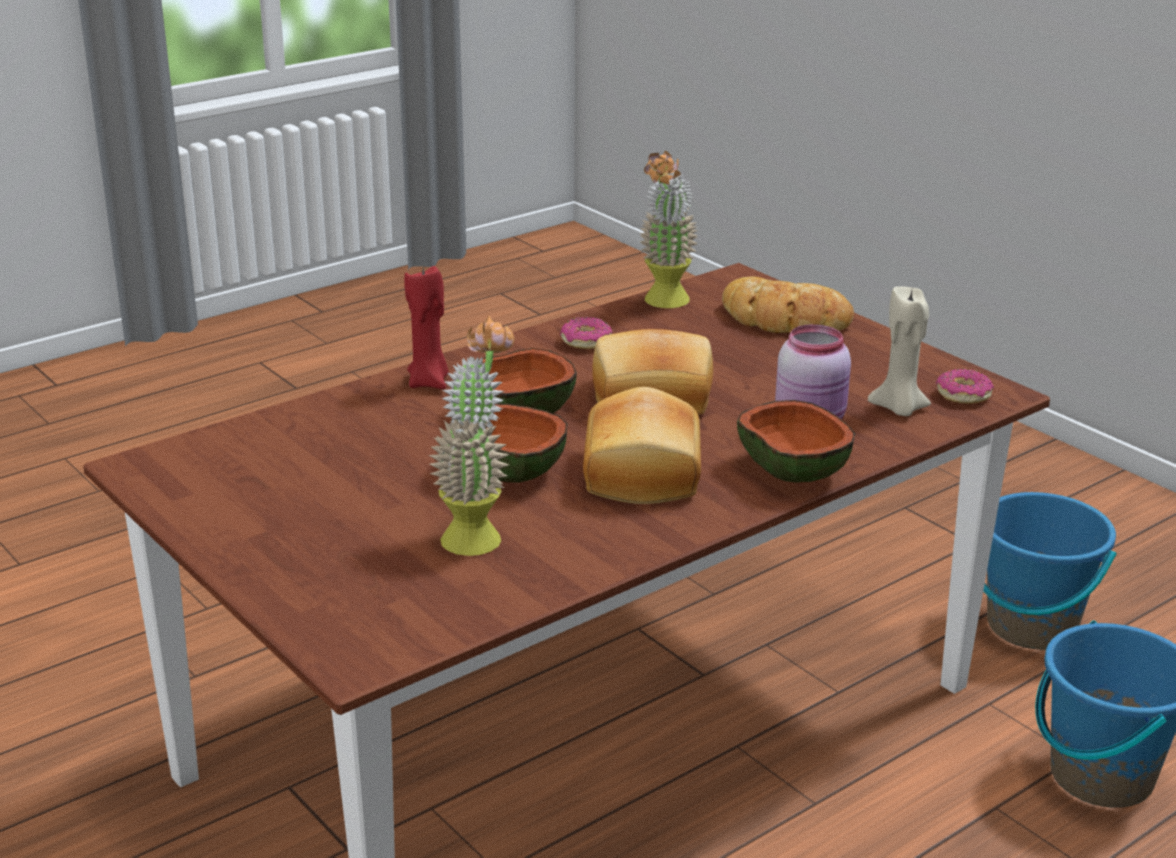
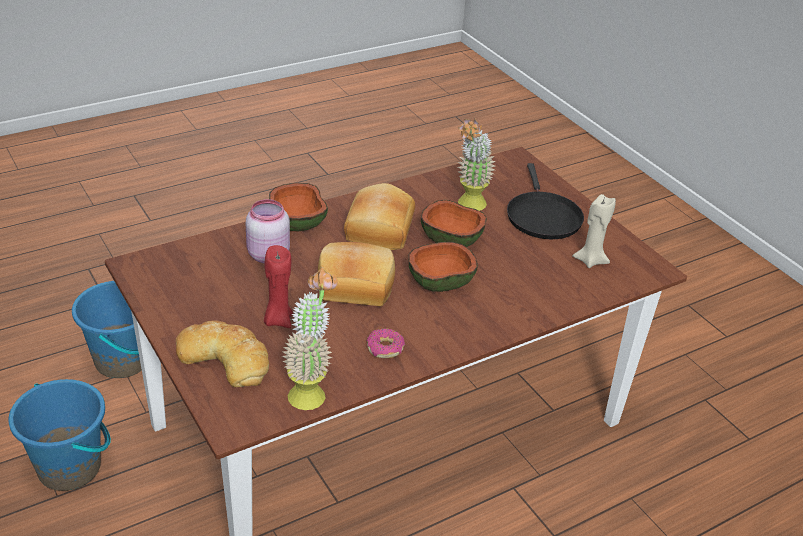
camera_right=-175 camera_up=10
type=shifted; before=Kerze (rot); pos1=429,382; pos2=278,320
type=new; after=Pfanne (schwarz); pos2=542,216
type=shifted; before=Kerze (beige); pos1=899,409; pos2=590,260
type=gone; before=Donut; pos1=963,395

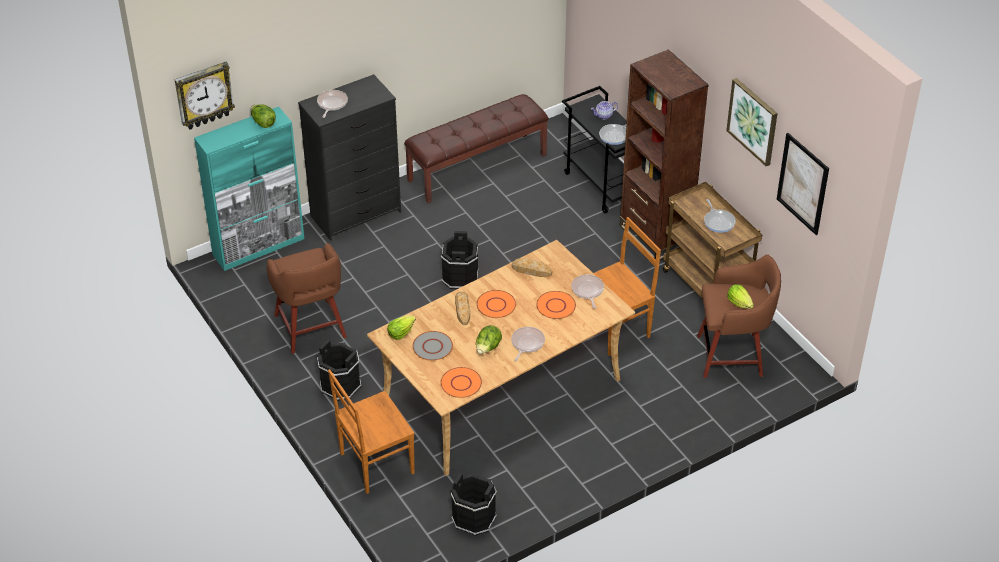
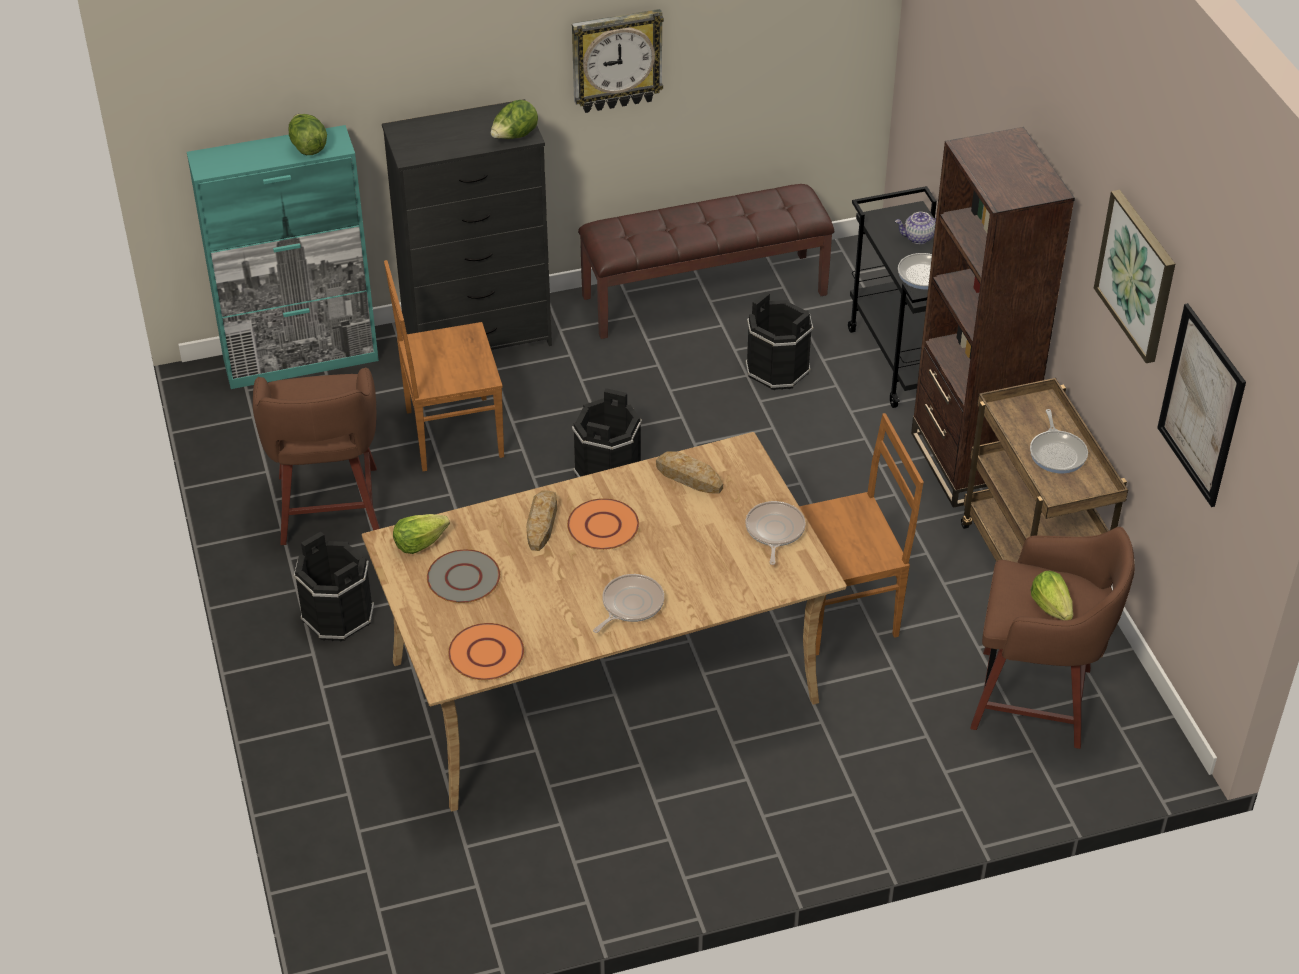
camera_right=15 camera_up=0
type=shifted; before=Stuhl (braun); pos1=374,464; pos2=450,434
type=shifted; before=Salatkopf; pos1=488,348; pos2=514,137
type=shifted; before=Wanduhr; pos1=204,95; pos2=616,60
type=shifted; before=Eimer (schwarz); pos1=474,518; pos2=778,369
type=gone; before=Pfanne; pos1=331,104
type=gone; before=Teller (orange); pos1=555,306

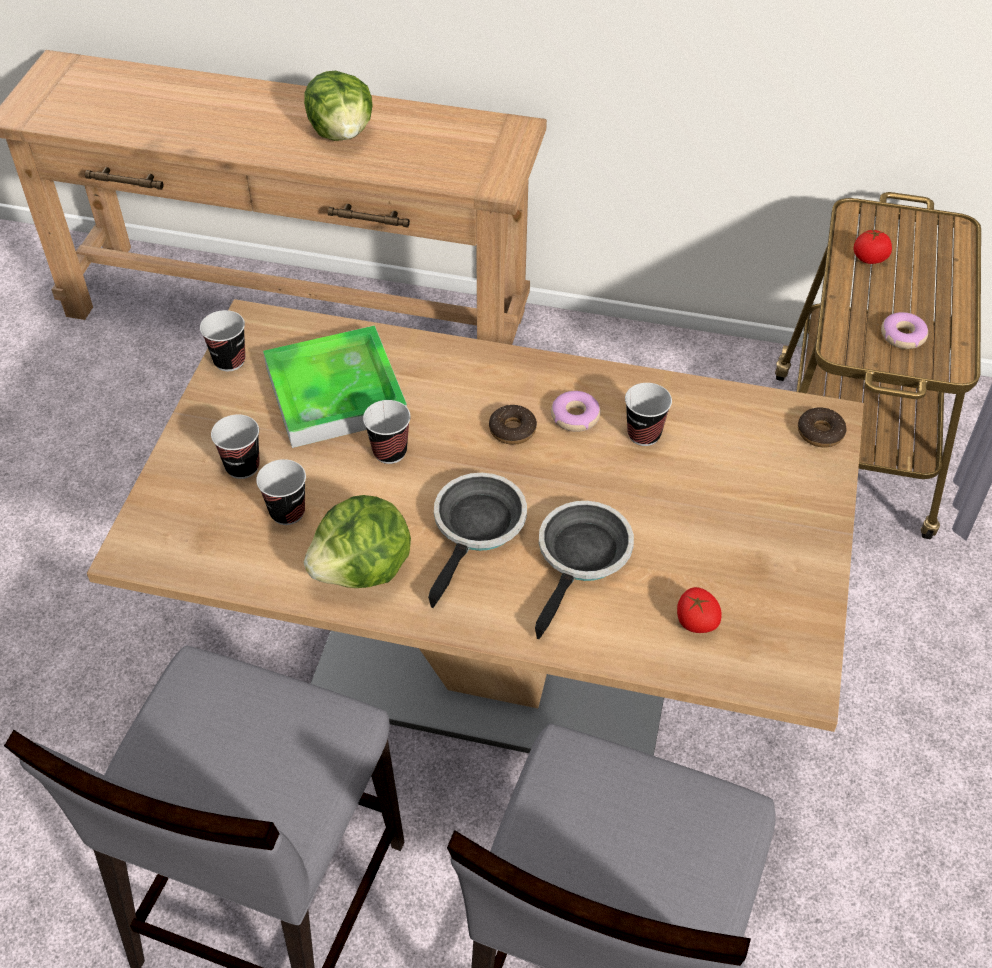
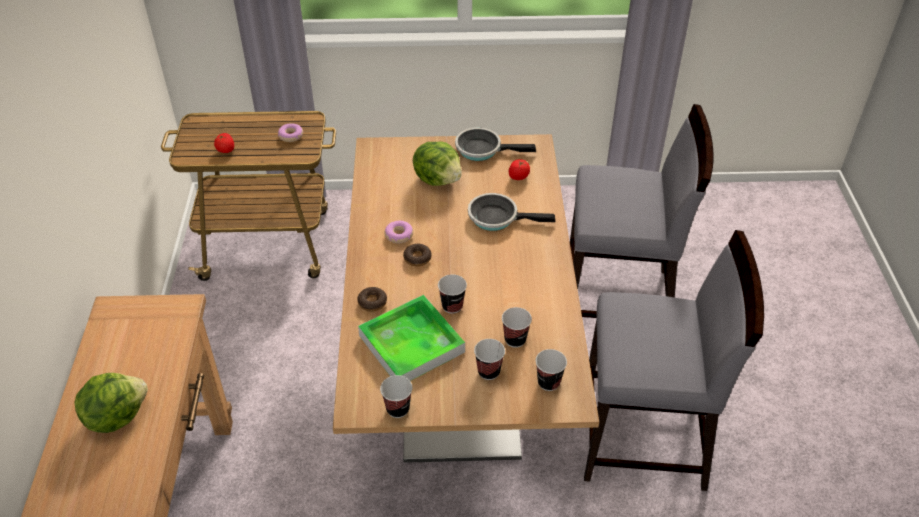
camera_right=-105 camera_up=-5
type=shifted; before=Donut; pos1=820,433; pos2=372,302
type=shifted; before=Salatkopf; pos1=364,570; pos2=438,179
type=shifted; before=Pfanne; pos1=477,528; pos2=482,149
type=shifted; before=Tasse; pos1=644,434; pos2=548,382

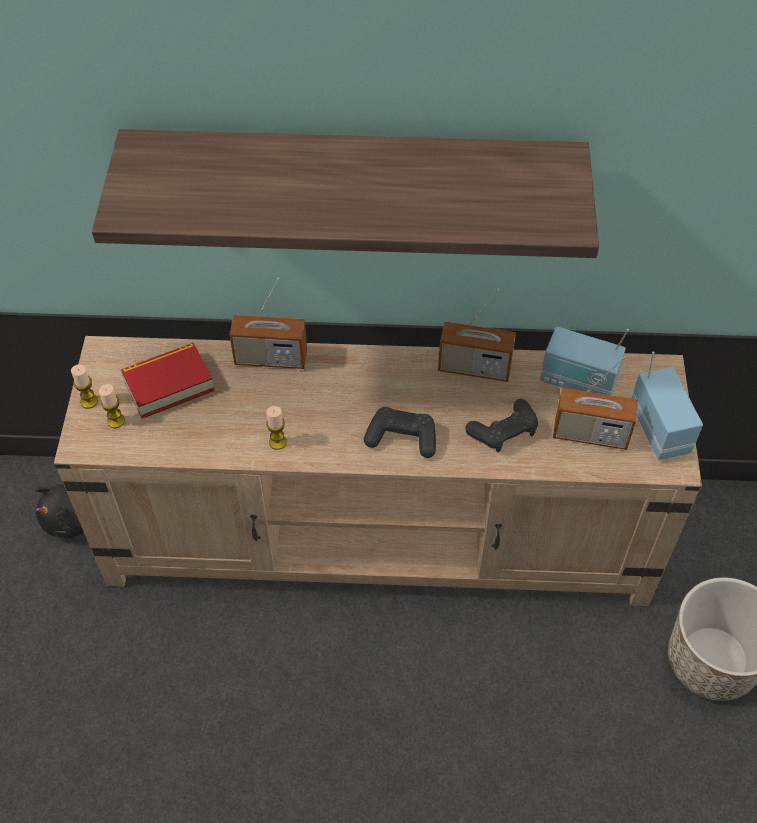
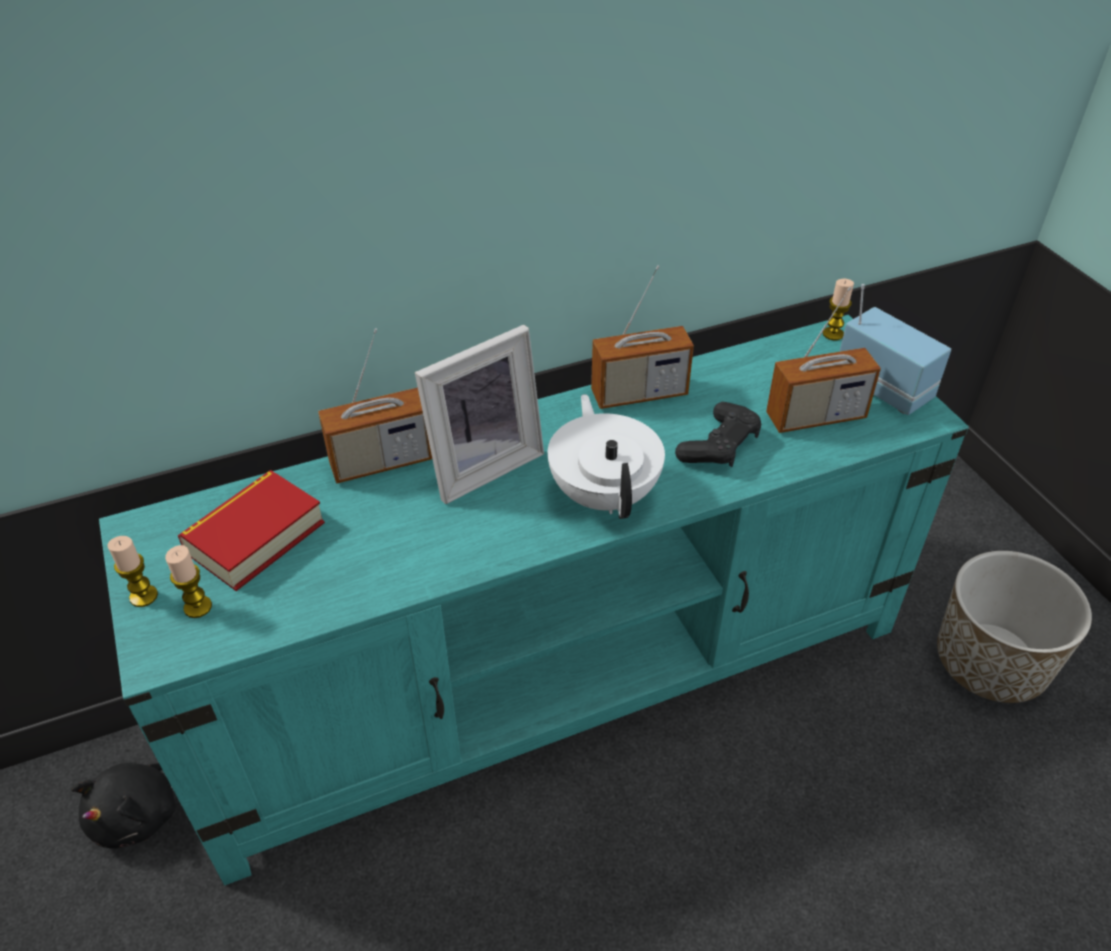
camera_right=-25 camera_up=-10
type=repainted; before=Fernsehschrank (beige); after=Fernsehschrank (türkis); pos1=381,535; pos2=557,674
type=new; after=Bilderrahmen; pos2=481,464
type=swapped; before=Gamepad (schwarz); after=Teekanne (weiß); pos1=402,438; pos2=605,493
type=shifted; before=Kerze; pos1=277,442; pos2=833,334
type=gone; before=Wandregal; pos1=353,179
type=gone; before=Radio; pos1=577,382

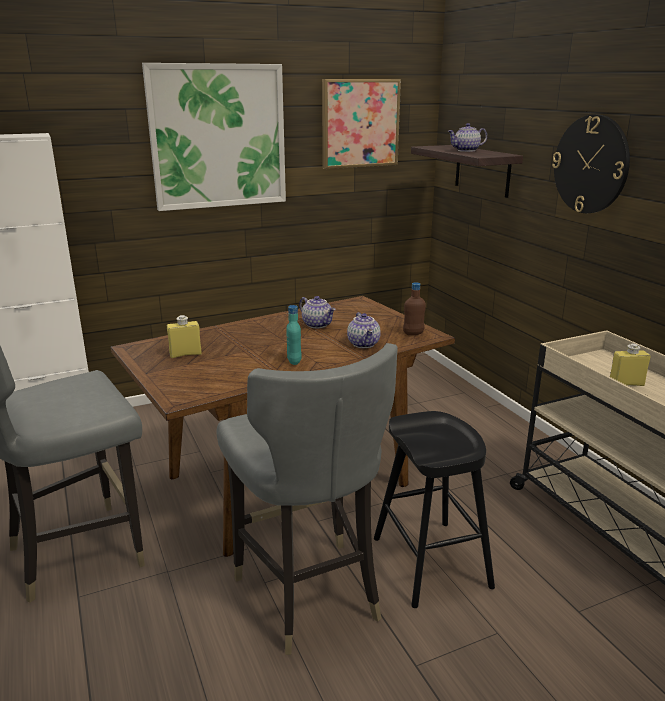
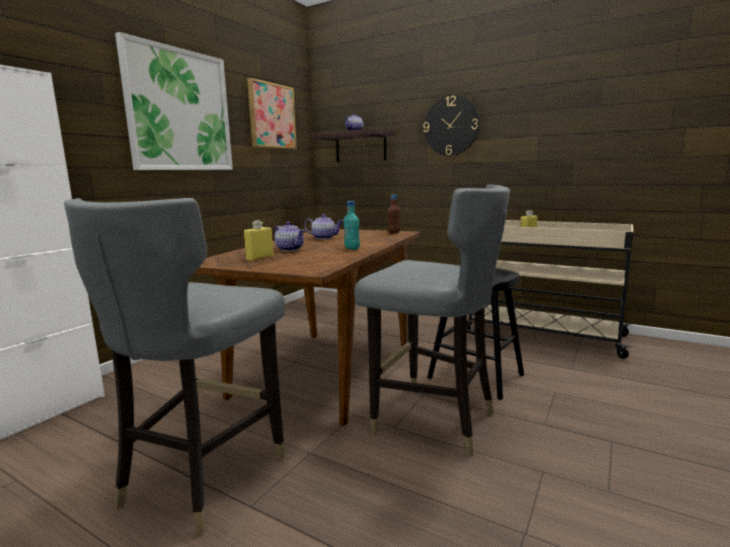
camera_right=-35 camera_up=-10
type=shifted; before=Teekanne; pos1=364,344; pos2=290,249

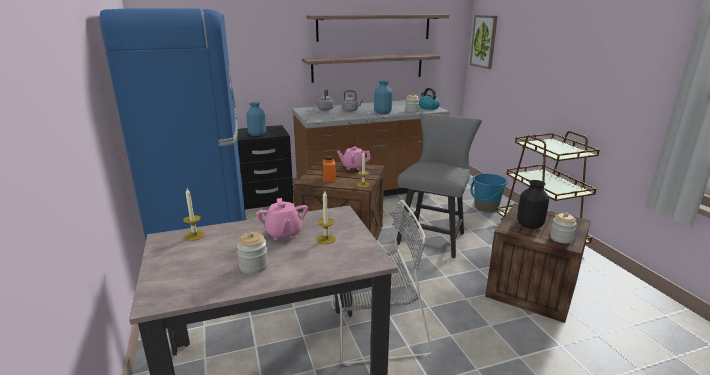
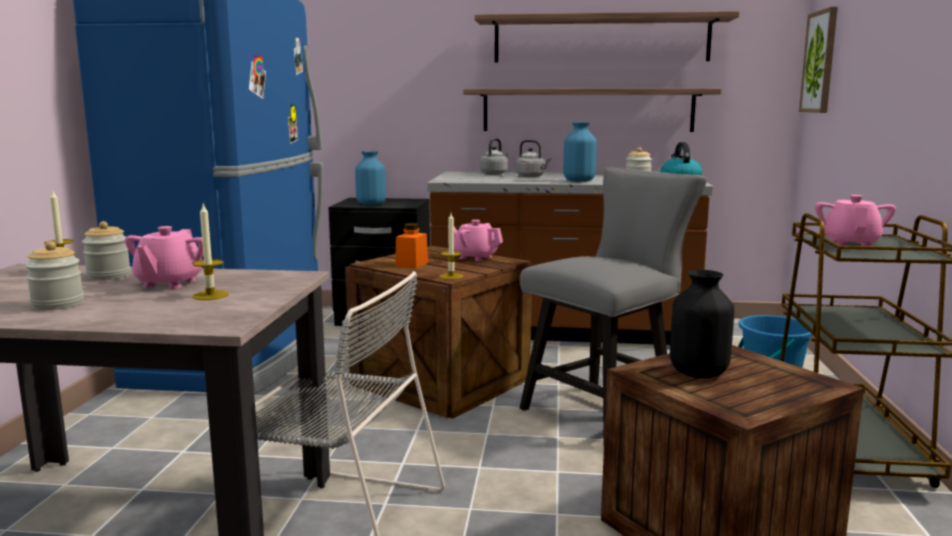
camera_right=25 camera_up=-10
type=shifted; before=Vorratsglas; pos1=561,238; pos2=109,276
type=new; after=Teekanne (rosa); pos2=851,244

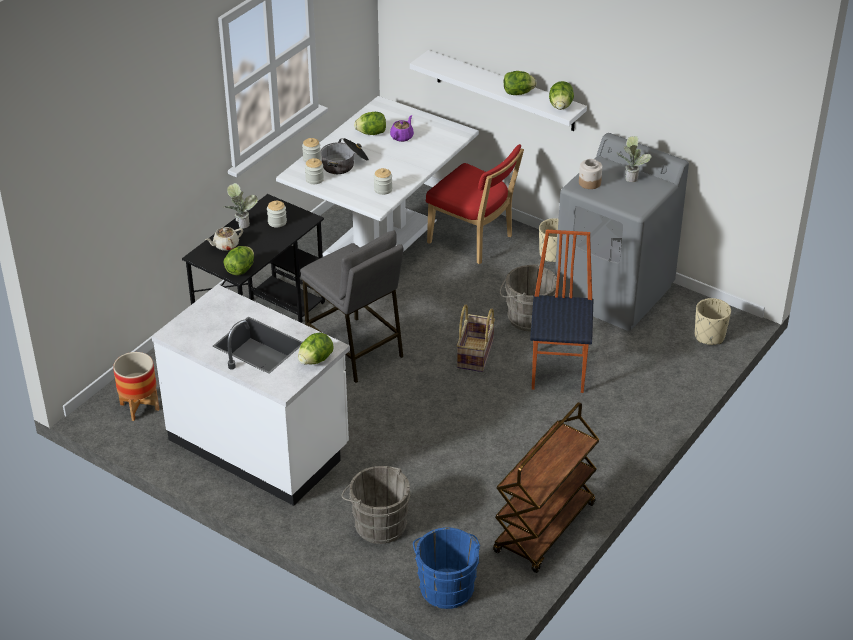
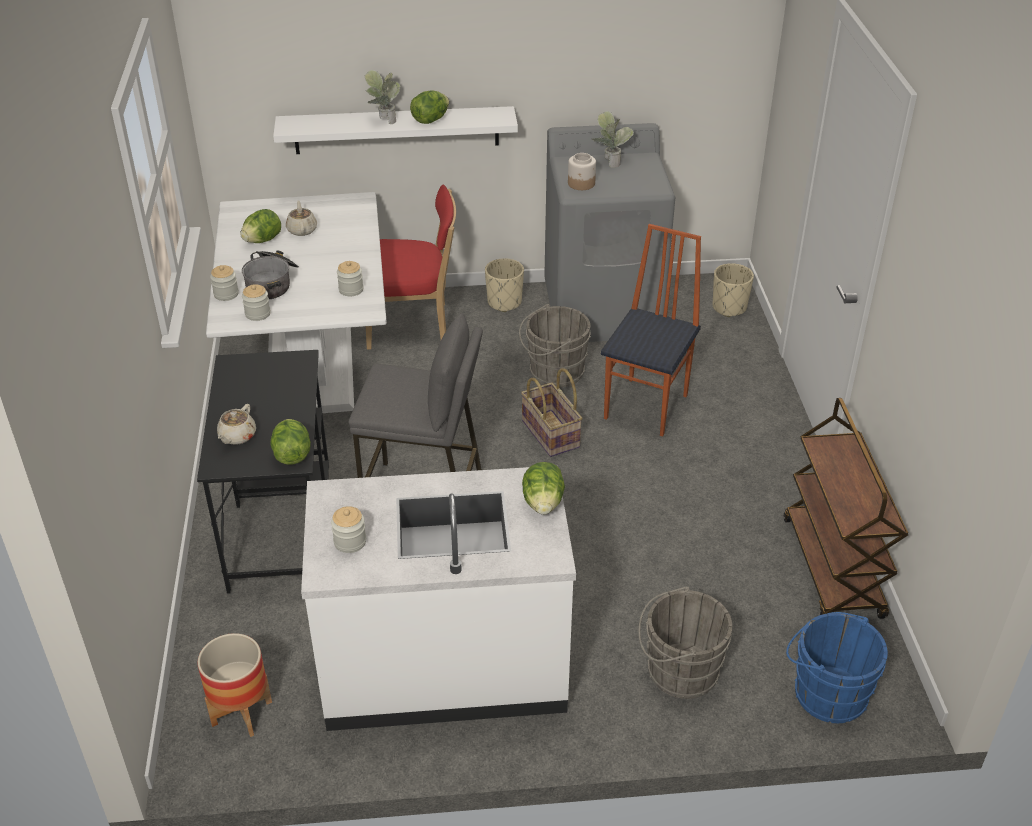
camera_right=-40 camera_up=0
type=repainted; before=Teekanne (lila); after=Teekanne (beige); pos1=402,137; pos2=302,230
type=shifted; before=Vorratsglas; pos1=277,222; pos2=350,542
type=shifted; before=Topfpflanze; pos1=241,223; pos2=384,120
type=rotated; before=Stuhl; pos1=559,371; pos2=647,406; turn=60
type=gone; before=Salatkopf; pos1=560,106

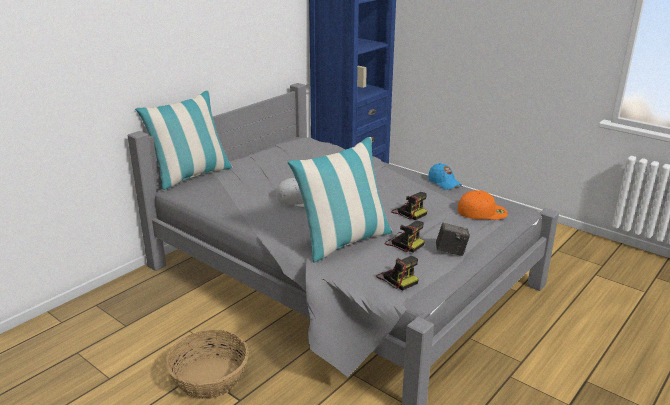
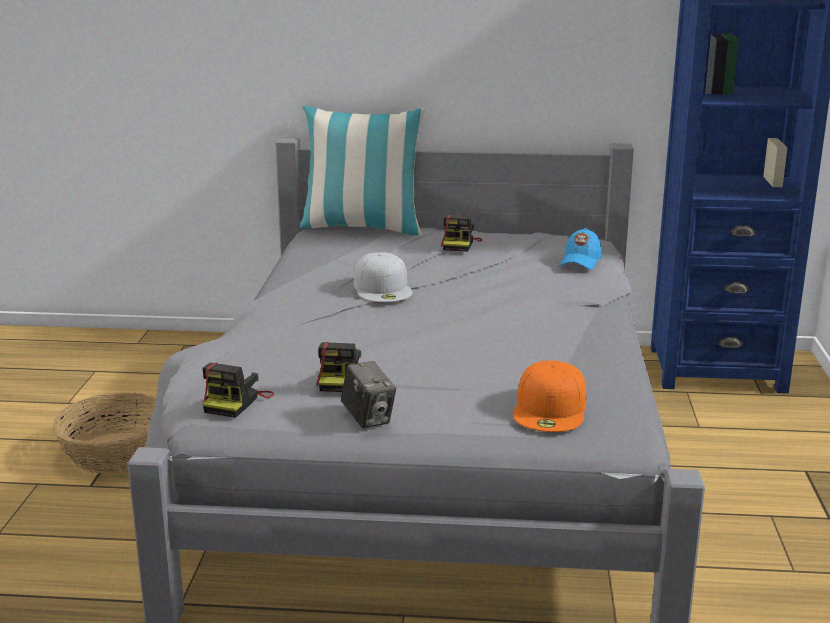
camera_right=55 camera_up=-5
type=shifted; before=Kamera; pos1=408,212; pos2=460,244
type=rotated; before=Kappe (orange); pos1=482,211; pos2=551,409; turn=45
type=shifted; before=Kappe (blau); pos1=444,183; pos2=580,261
type=gone; before=Kissen; pos1=344,242

